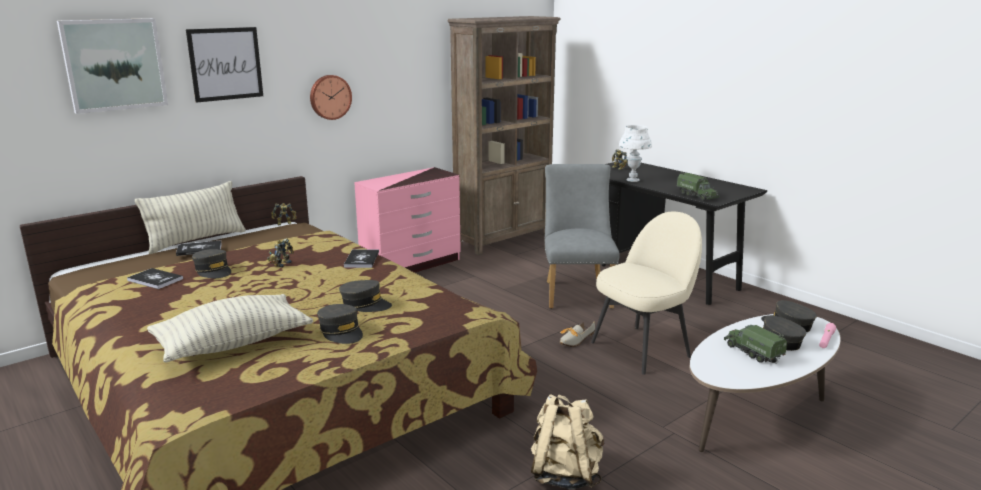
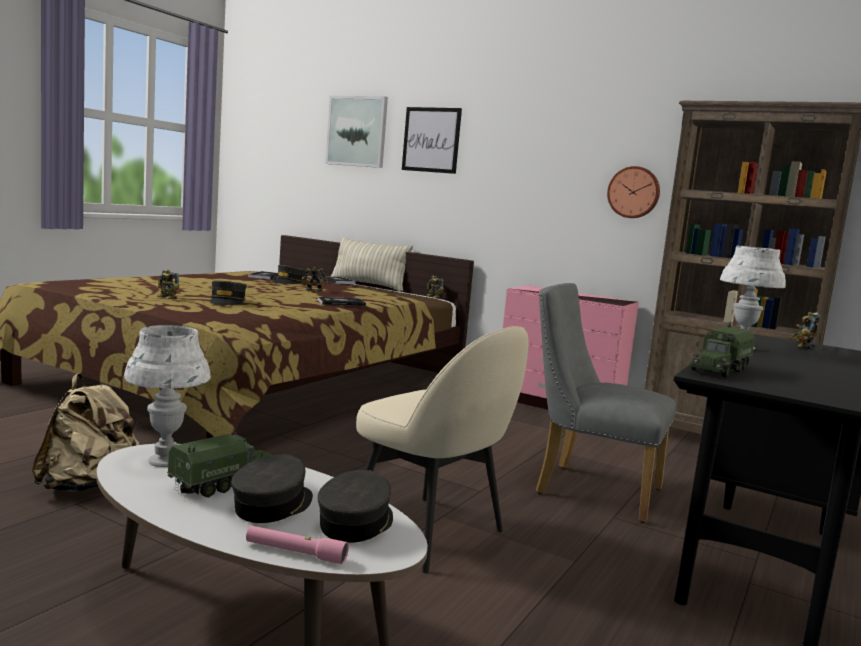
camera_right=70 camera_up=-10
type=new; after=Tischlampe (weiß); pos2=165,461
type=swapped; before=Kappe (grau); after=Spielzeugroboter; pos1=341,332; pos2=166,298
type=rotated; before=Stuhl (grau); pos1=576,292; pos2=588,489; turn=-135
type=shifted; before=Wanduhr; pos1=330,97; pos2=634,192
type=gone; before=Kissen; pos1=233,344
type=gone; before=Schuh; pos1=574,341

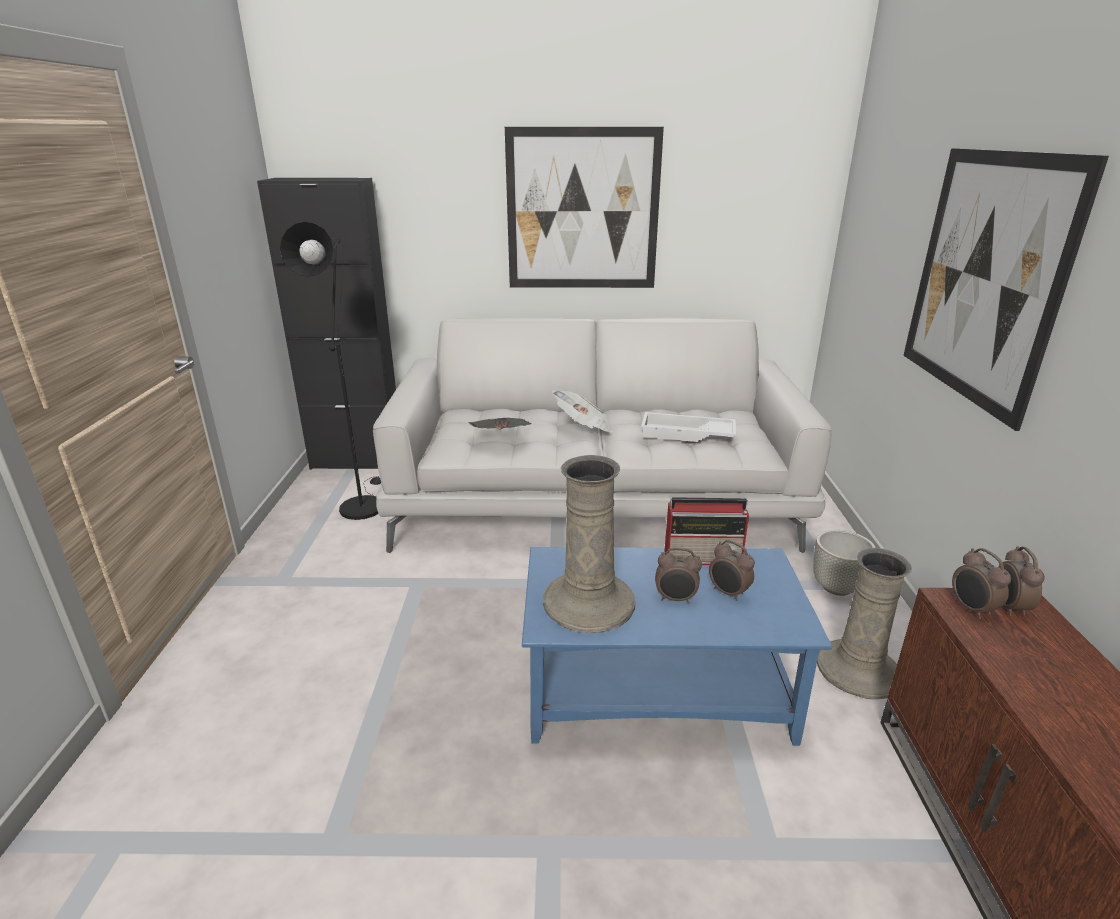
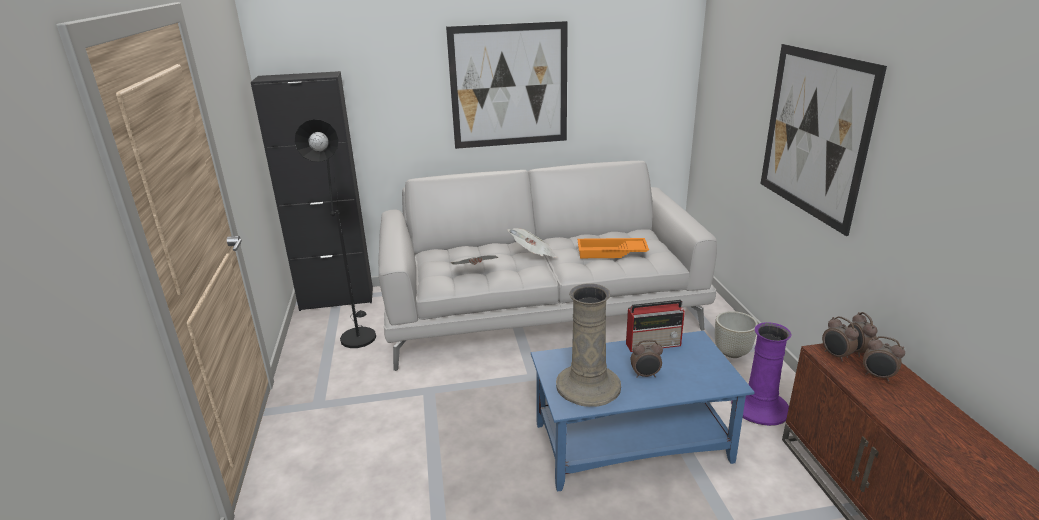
camera_right=-10 camera_up=0
type=repainted; before=Tablett (weiß); after=Tablett (orange); pos1=686,434; pos2=611,253
type=repainted; before=Vase (beige); after=Vase (lila); pos1=858,670; pos2=760,407
type=shifted; before=Wecker; pos1=728,593; pos2=877,376

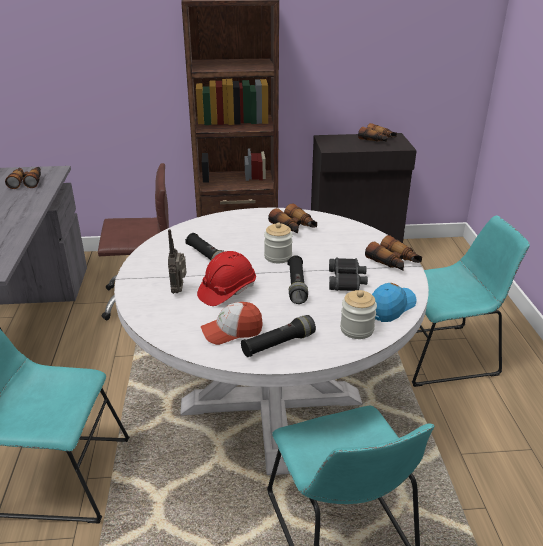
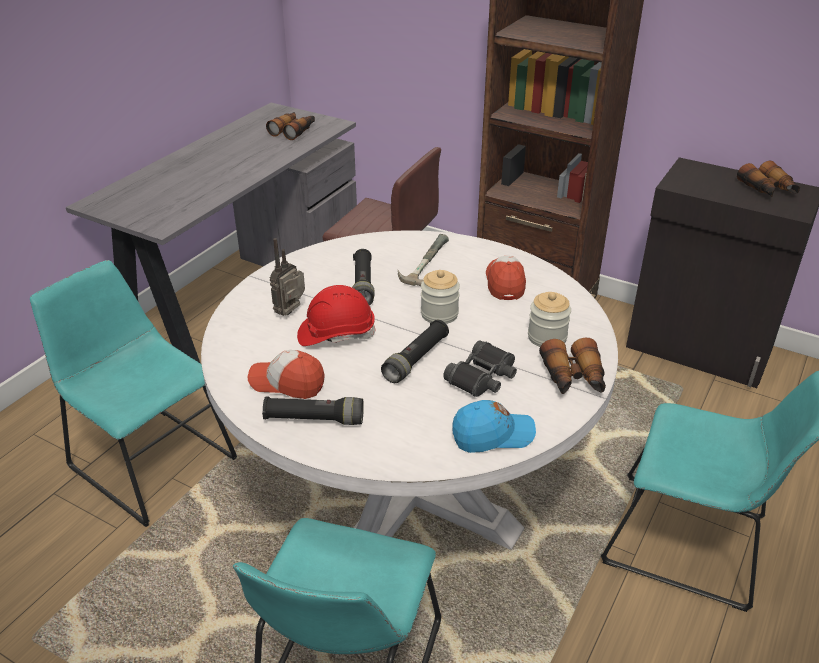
camera_right=35 camera_up=5
type=new; after=Hammer; pos2=422,262
type=swapped; before=Fernglas; after=Kappe; pos1=294,227; pos2=505,283
type=shifted; before=Vorratsglas; pos1=357,329; pos2=547,337

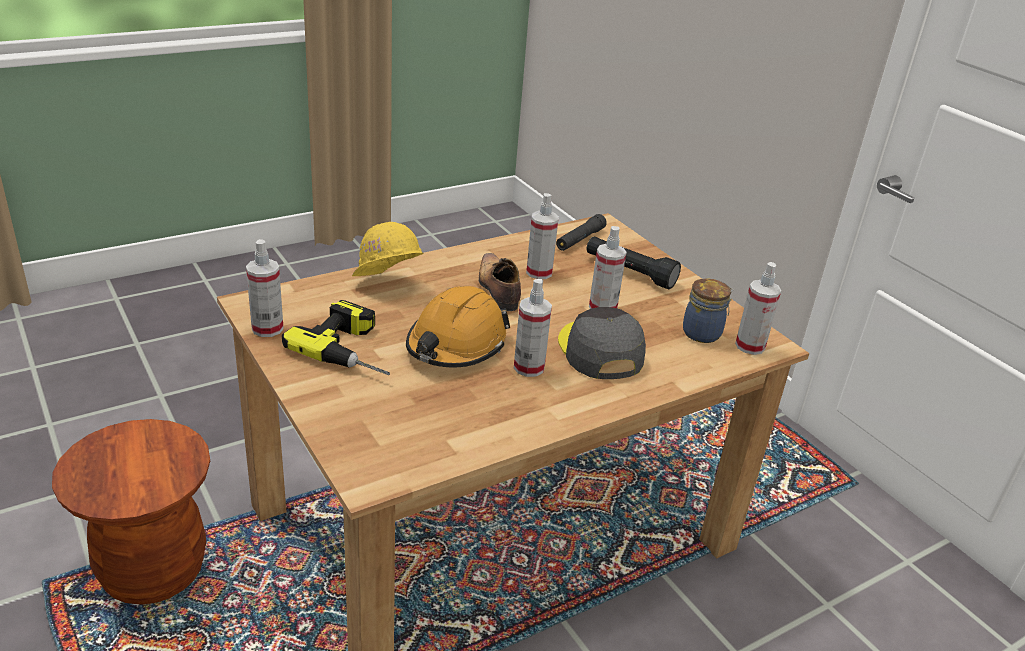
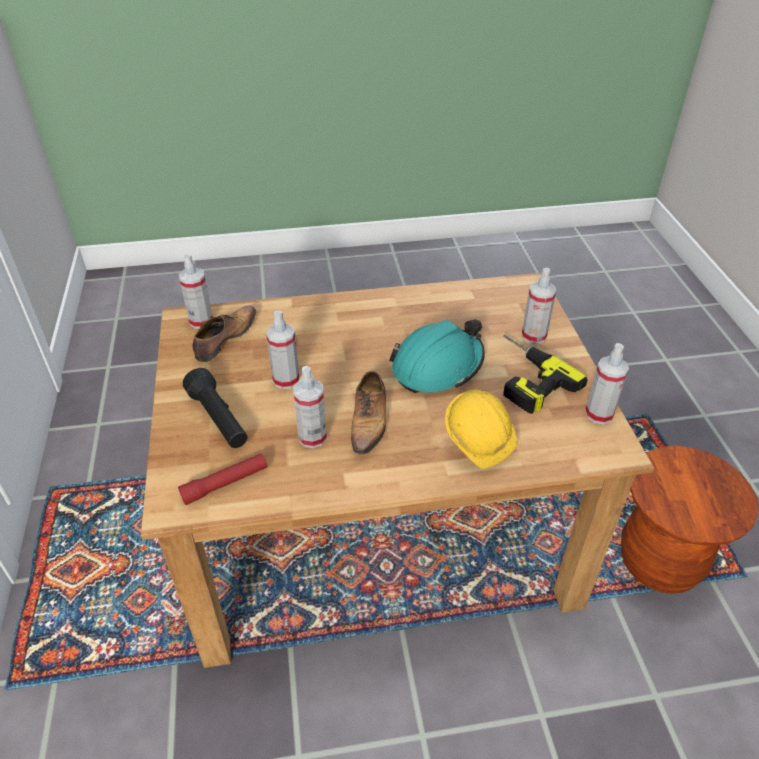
camera_right=-155 camera_up=10
type=repainted; before=Taschenlampe (schwarz); after=Taschenlampe (rot); pos1=580,239; pos2=225,483
type=swapped; before=Vorratsglas; after=Schuh; pos1=703,333; pos2=225,339
type=repainted; before=Schutzhelm (orange); after=Schutzhelm (türkis); pos1=456,344; pos2=438,366
type=shifted; before=Sprühflasche; pos1=529,367; pos2=534,336
type=gone; before=Kappe (grau); pos1=599,351

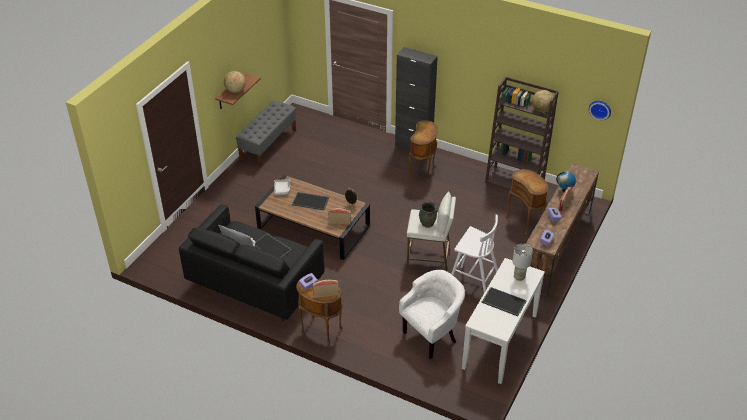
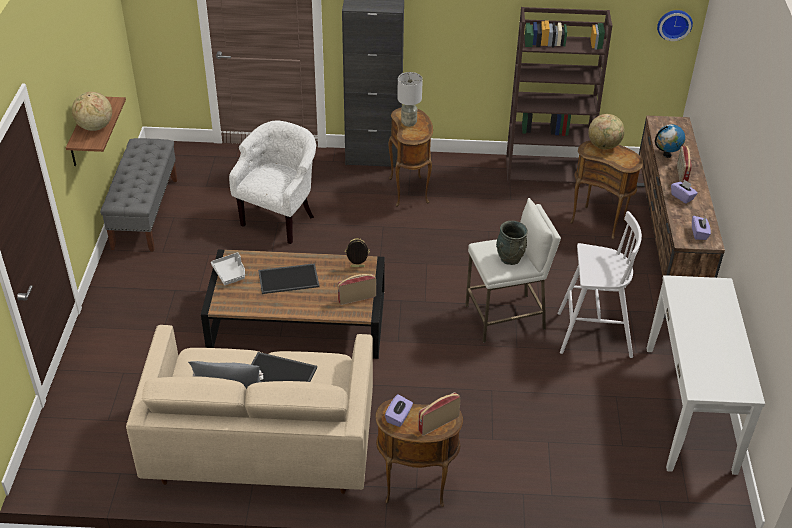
camera_right=-25 camera_up=0
type=repainted; before=Sofa (schwarz); after=Sofa (beige); pos1=256,285; pos2=261,447
type=shifted; before=Sessel (weiß); pos1=432,336; pos2=280,219
type=shifted; before=Tischlampe (grau); pos1=519,277; pos2=408,123
type=shifted; before=Globus; pos1=542,110; pos2=604,146
type=gone; before=Tablett; pos1=503,302

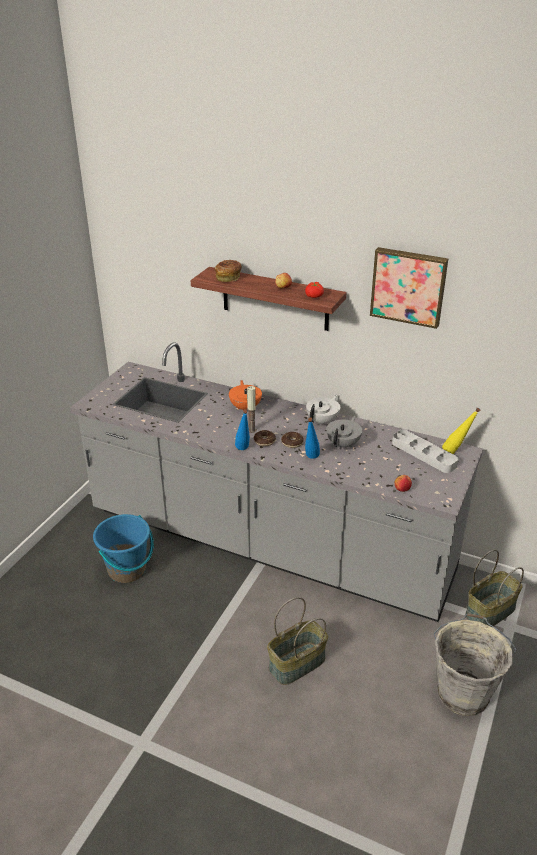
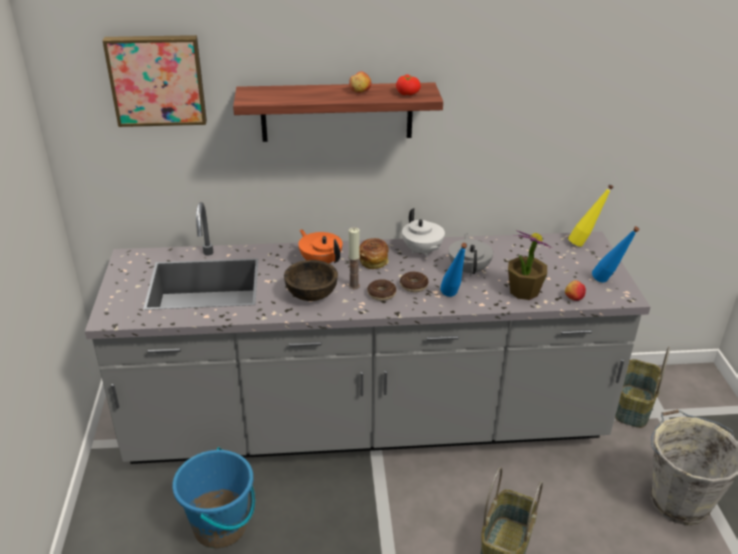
camera_right=-30 camera_up=0
type=shifted; before=Bild; pos1=408,286; pos2=157,80
type=new; after=Schüssel (braun); pos2=312,294
type=shifted; before=Brot; pos1=228,277; pos2=373,260
type=rotated; before=Teekanne (weiß); pos1=323,421; pos2=422,251; turn=150
type=new; after=Topfpflanze; pos2=523,291
type=shifted; before=Flasche (blau); pos1=243,451; pos2=608,282
type=gone; before=Tablett (grau); pos1=423,454

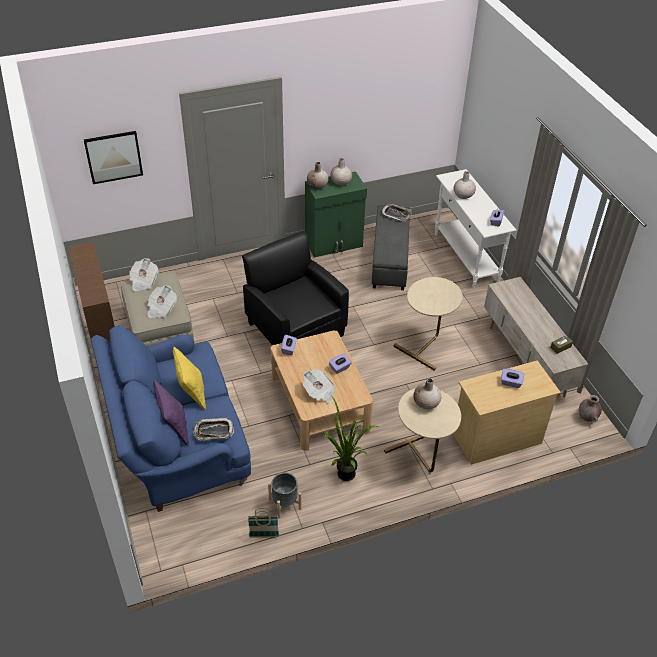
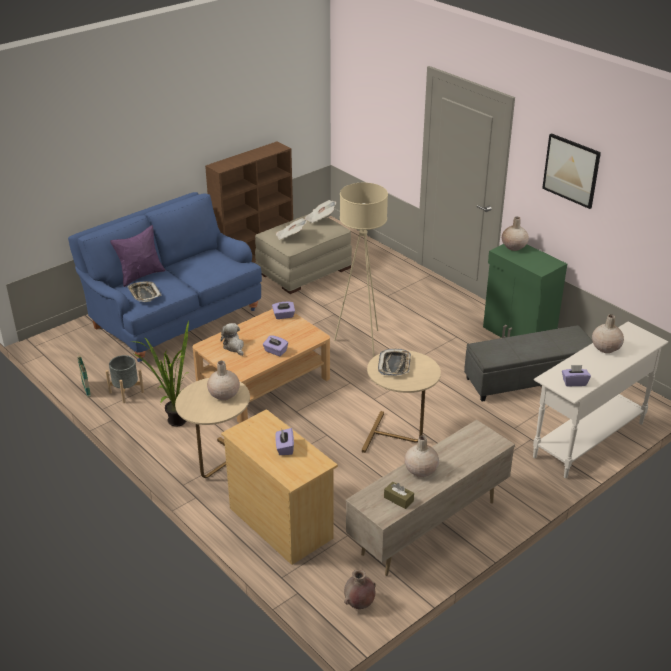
camera_right=70 camera_up=-10
type=swapped; before=Zeitung; after=Plüschtier; pos1=319,392; pos2=234,347
type=swapped; before=Sessel (schwarz); after=Stehlampe (beige); pos1=295,328; pos2=361,342
type=shifted; before=Tablett; pos1=396,214; pos2=394,365
type=shifted; before=Vase (beige); pos1=340,182; pos2=420,470
type=shifted; before=Bild; pos1=113,157; pos2=571,170
type=gone; before=Kissen (gelb); pos1=192,394

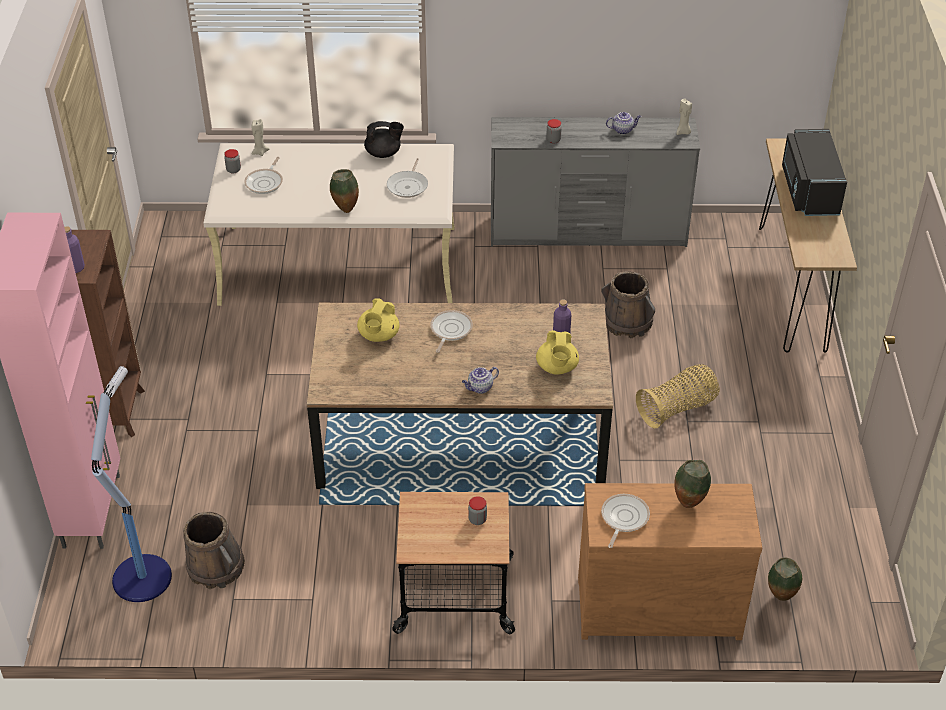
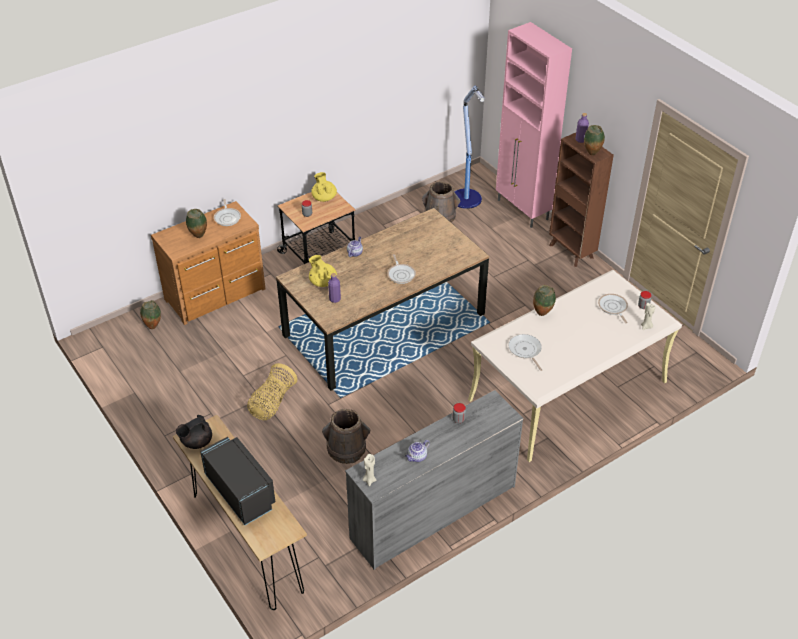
camera_right=145 camera_up=0
type=shifted; before=Teekanne (schwarz); pos1=384,153; pos2=196,442
type=shifted; before=Teekanne (gelb); pos1=378,335; pos2=324,197
type=new; after=Vase; pos2=592,154

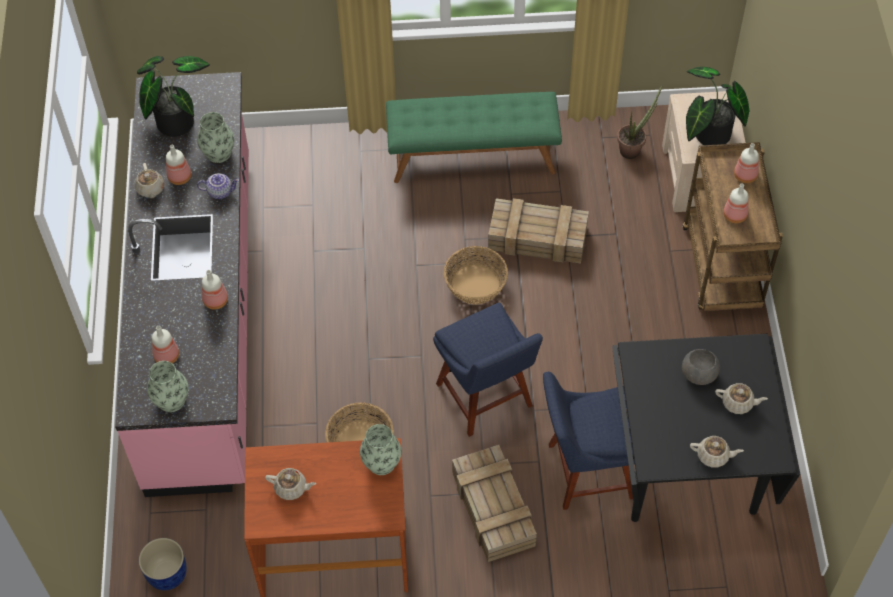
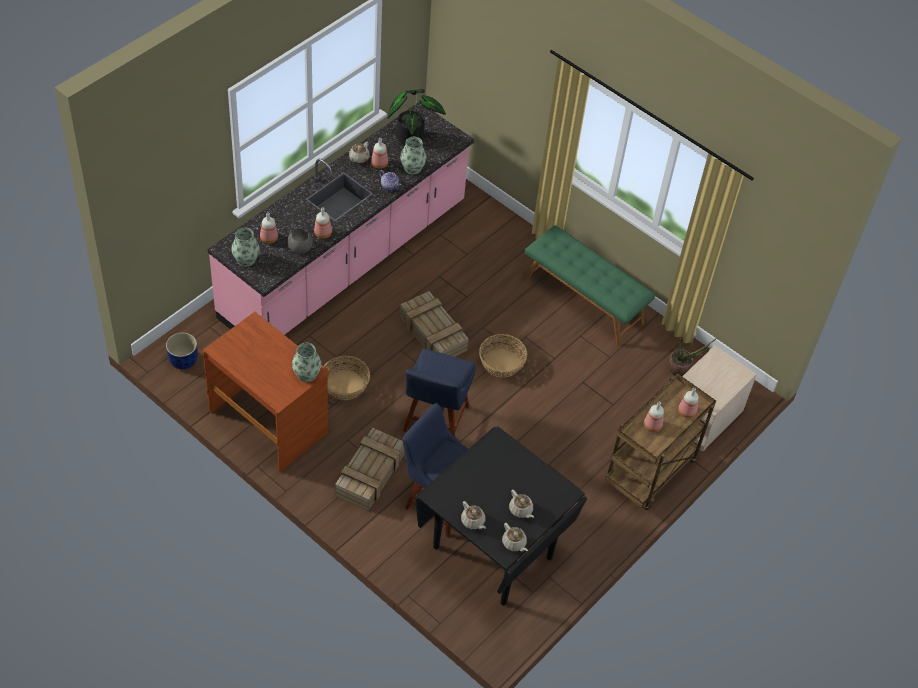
camera_right=40 camera_up=-5
type=shifted; before=Schüssel (grau); pos1=698,373; pos2=300,247
type=shifted; before=Kiste; pos1=539,238; pos2=434,334
type=shifted; before=Teekanne (beige); pos1=291,488; pos2=514,543
type=gone; before=Topfpflanze; pos1=708,135

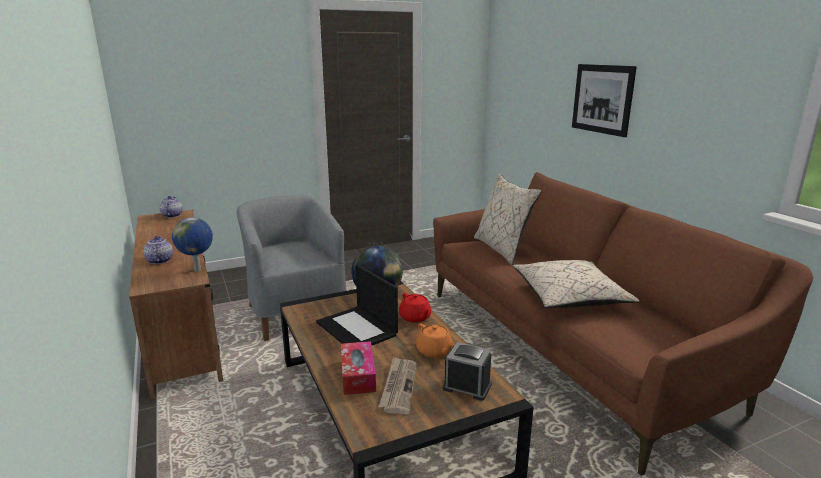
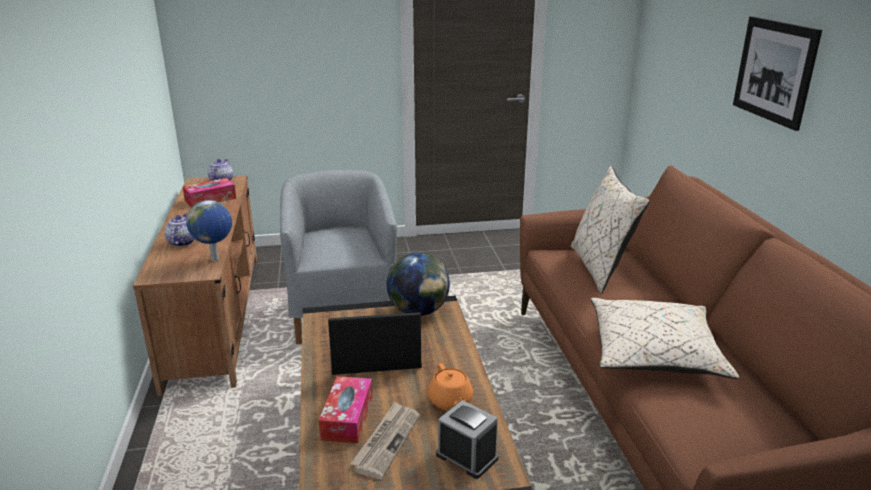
camera_right=15 camera_up=5
type=new; after=Taschentuchbox; pos2=210,199
type=rotated; before=Laptop; pos1=357,329; pos2=374,356; turn=105
type=gone; before=Teekanne (rot); pos1=415,317

